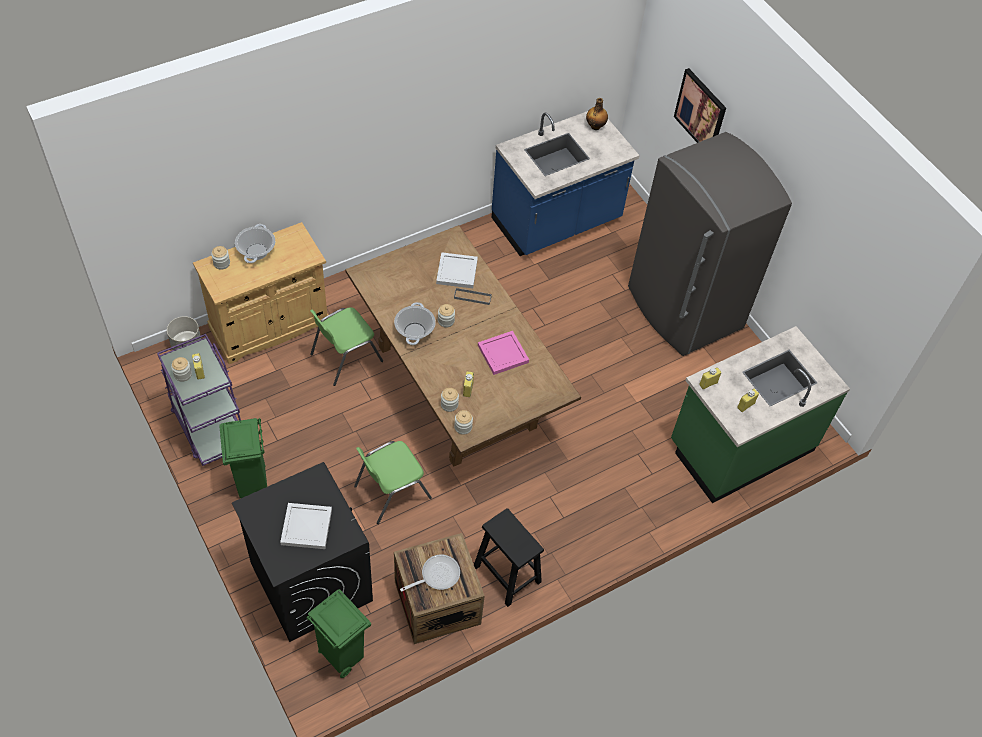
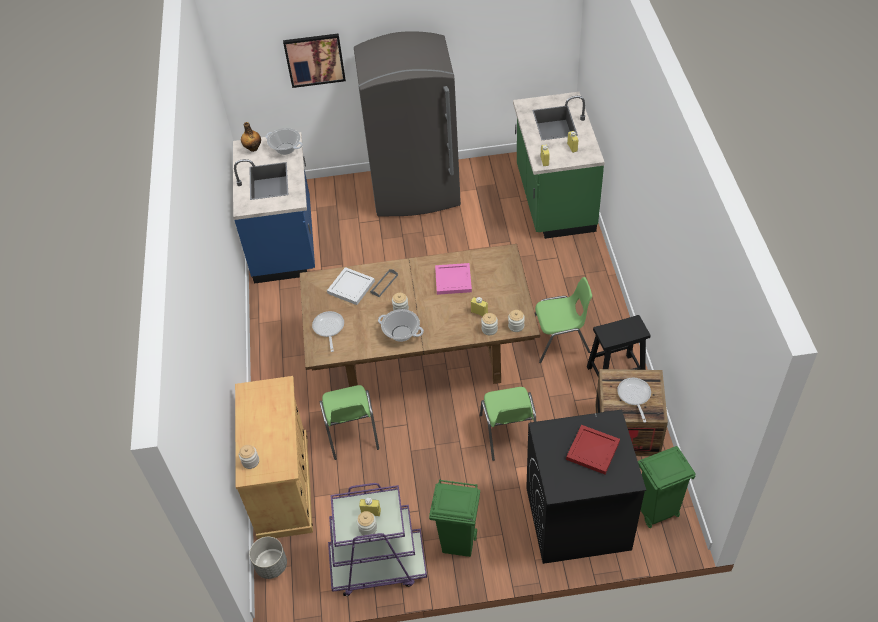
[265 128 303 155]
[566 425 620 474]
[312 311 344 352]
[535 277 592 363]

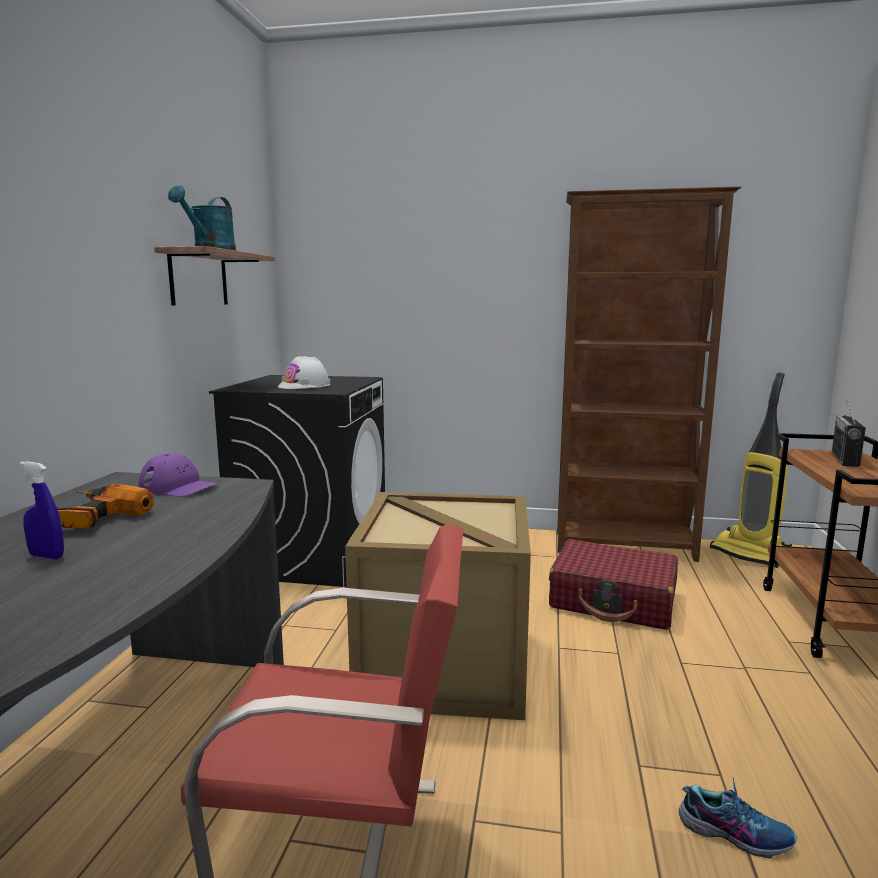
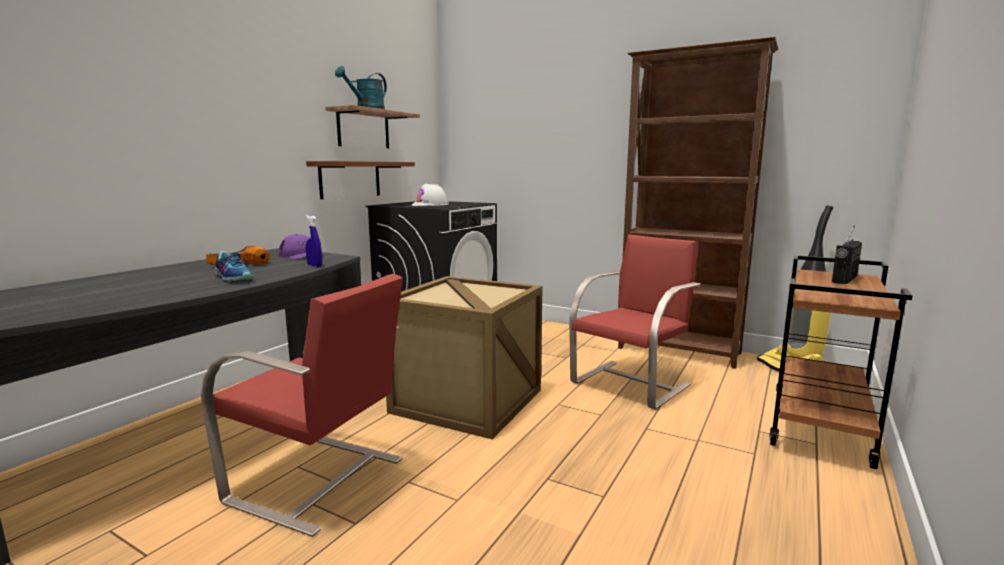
[305 215 322 267]
[569 234 700 410]
[214 249 254 283]
[306 161 415 199]

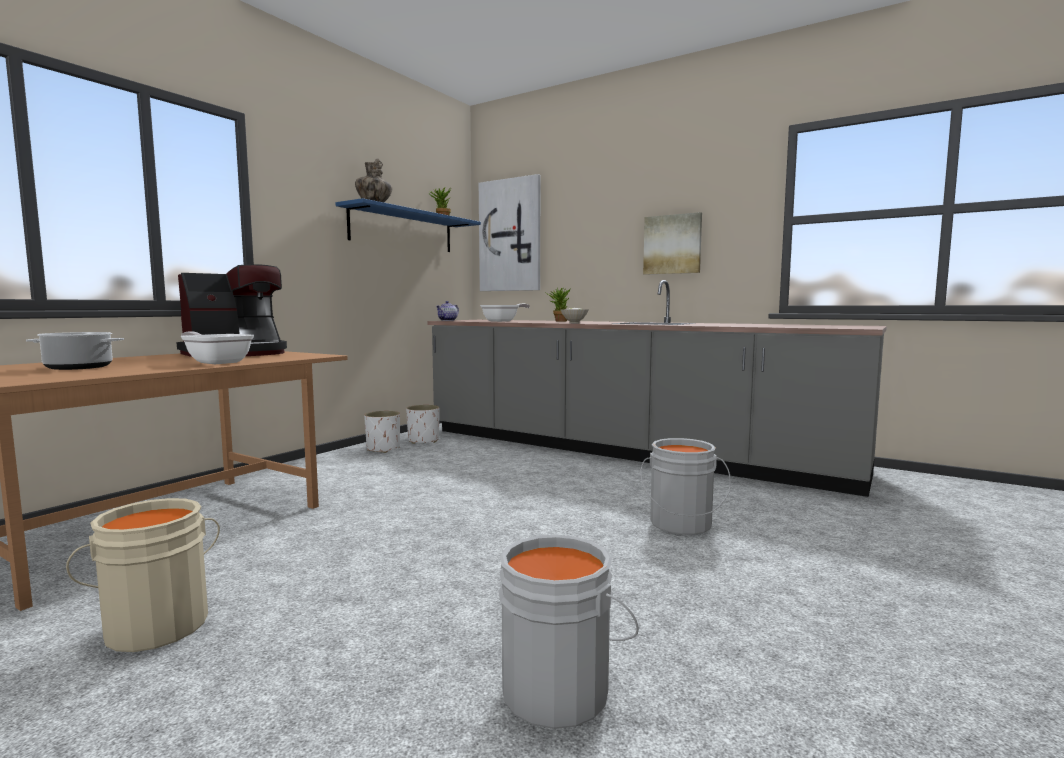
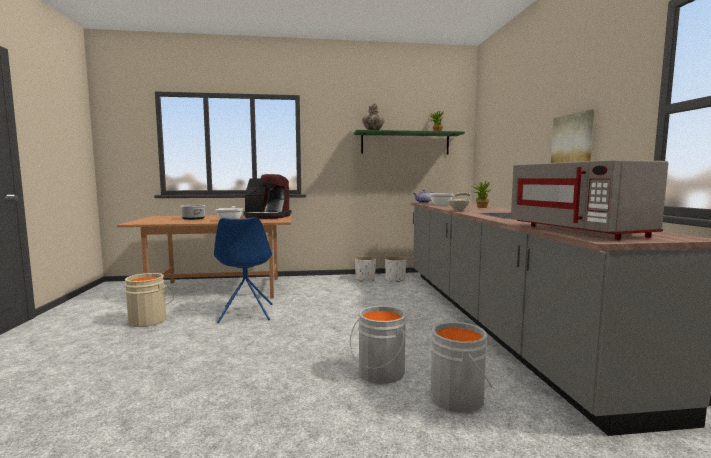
[354 130 465 154]
[479 174 540 291] (first image)
[430 322 492 413]
[214 217 273 323]
[511 160 668 240]

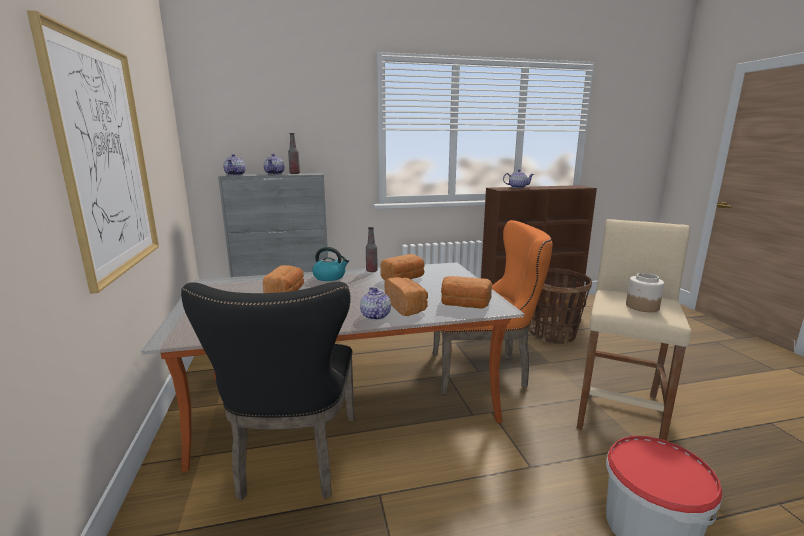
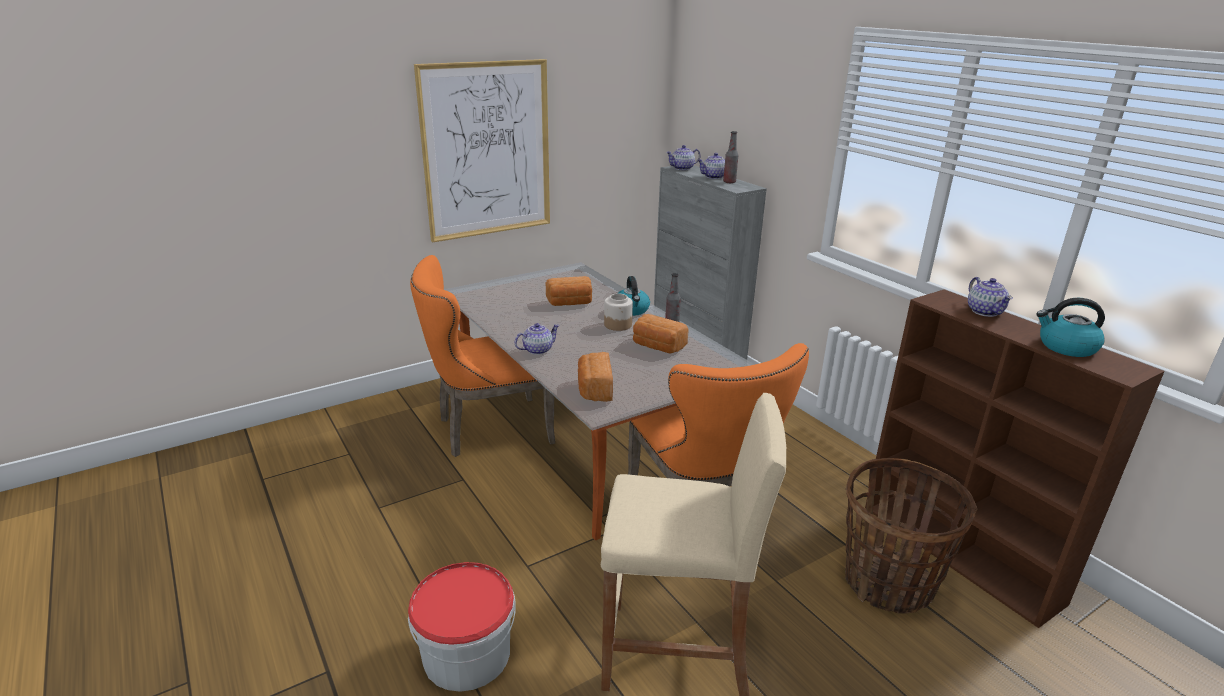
[410 255 555 457]
[385 277 428 316] (first image)
[604 294 633 331]
[1036 298 1105 357]

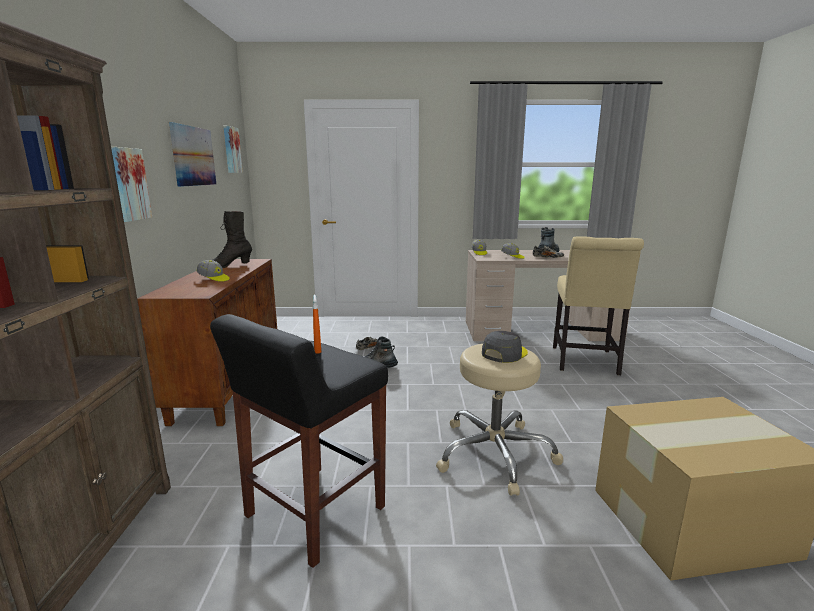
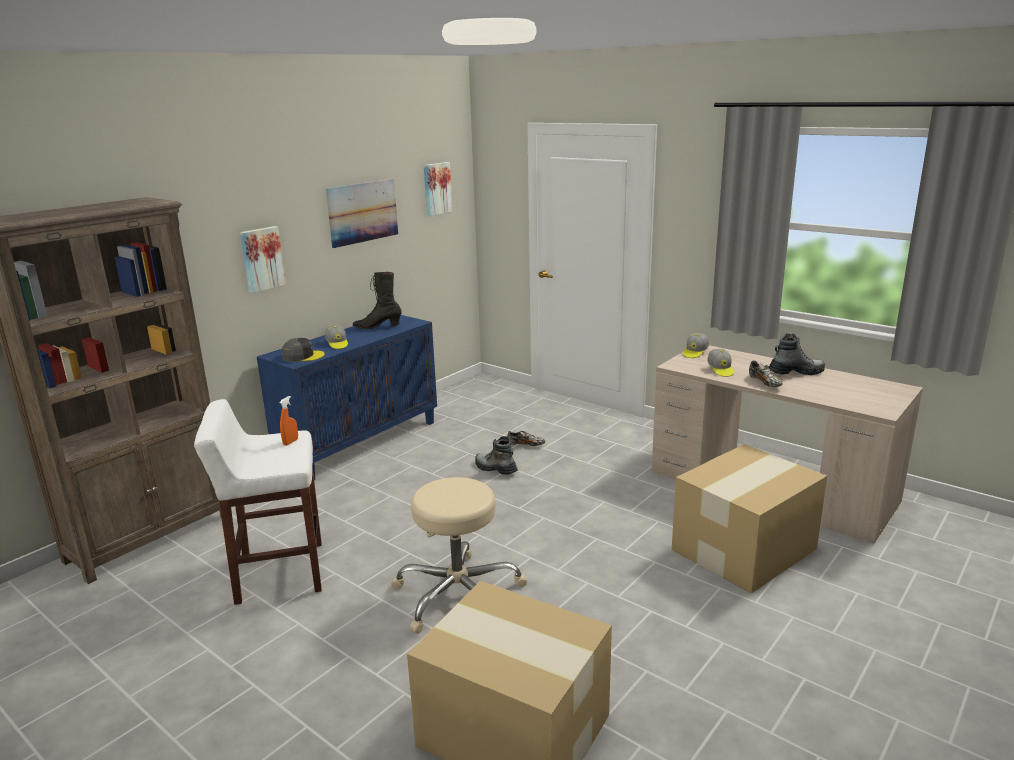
[257 315 437 480]
[194 399 322 605]
[282 338 325 362]
[672 444 827 594]

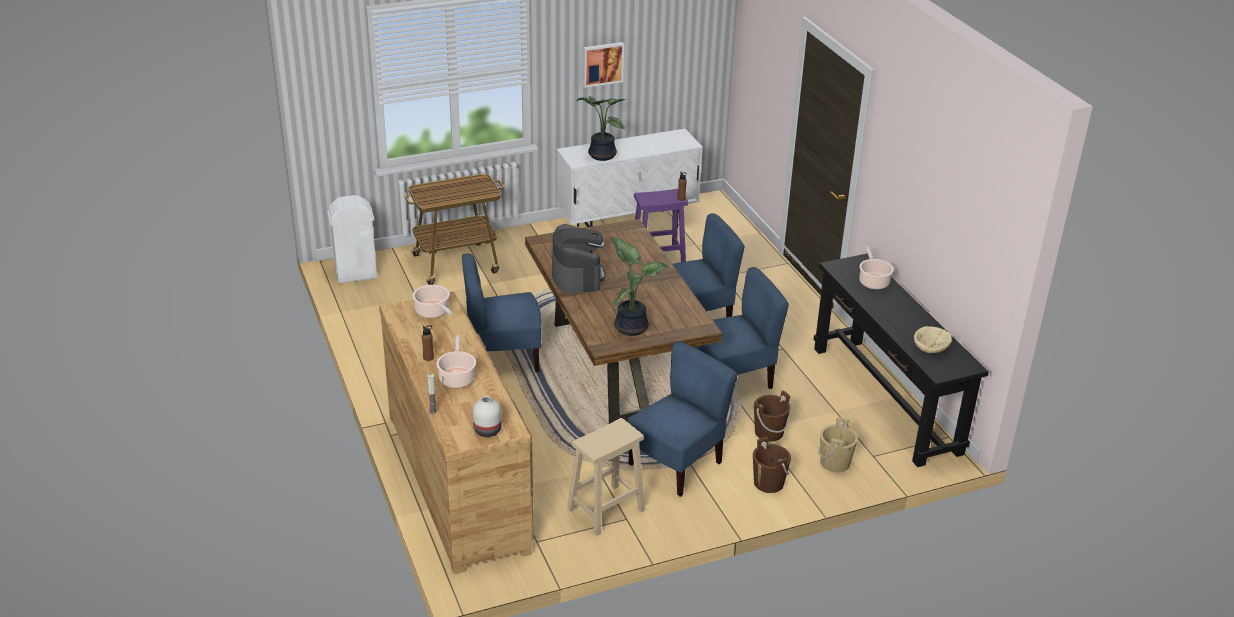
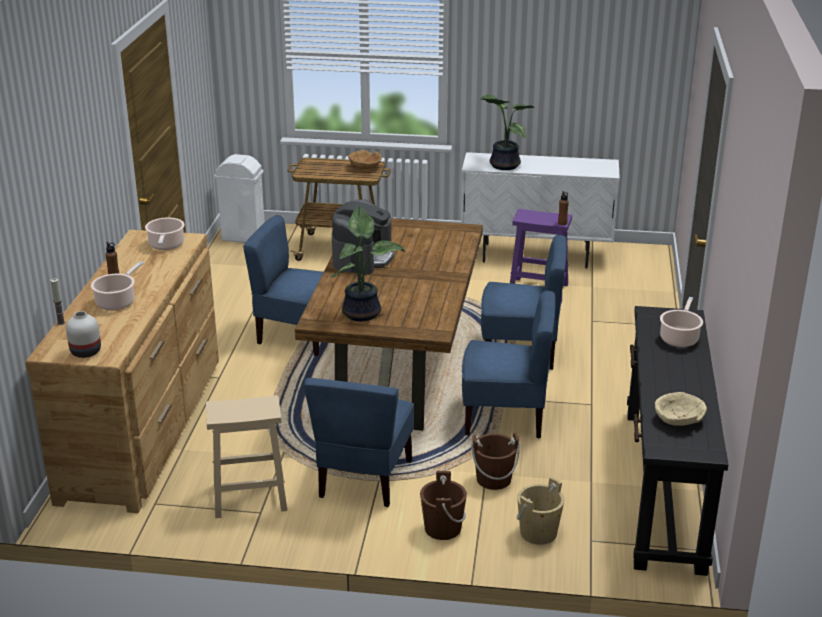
[583 42 624 88] (first image)
[304 378 414 507]
[348 150 382 169]

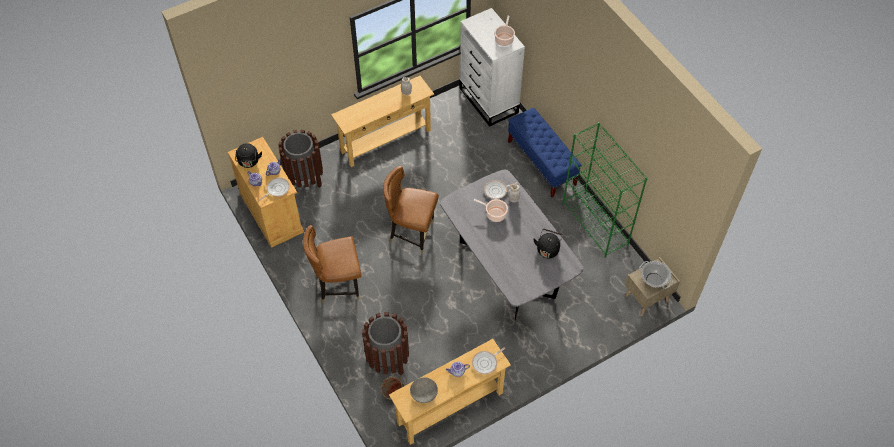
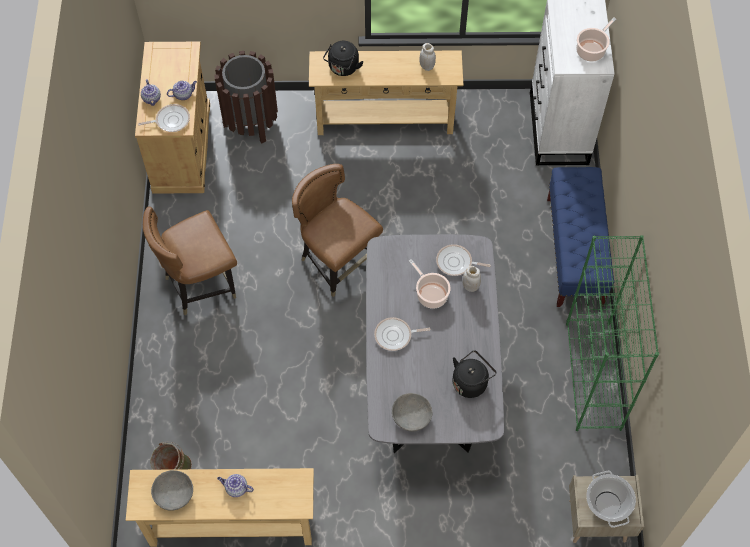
[323 41 364 76]
[143 207 237 315]
[362 312 409 376] (first image)
[374 317 431 351]
[392 393 432 431]

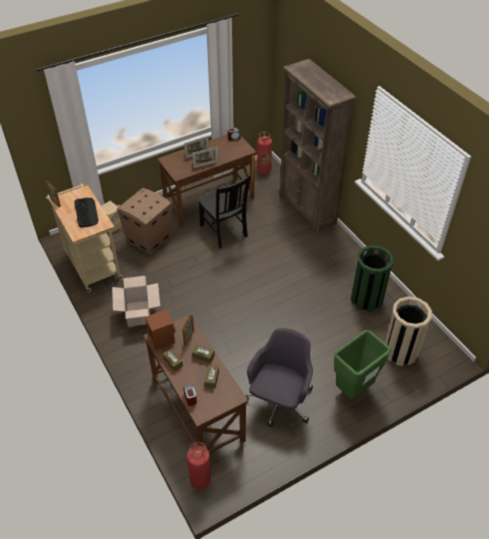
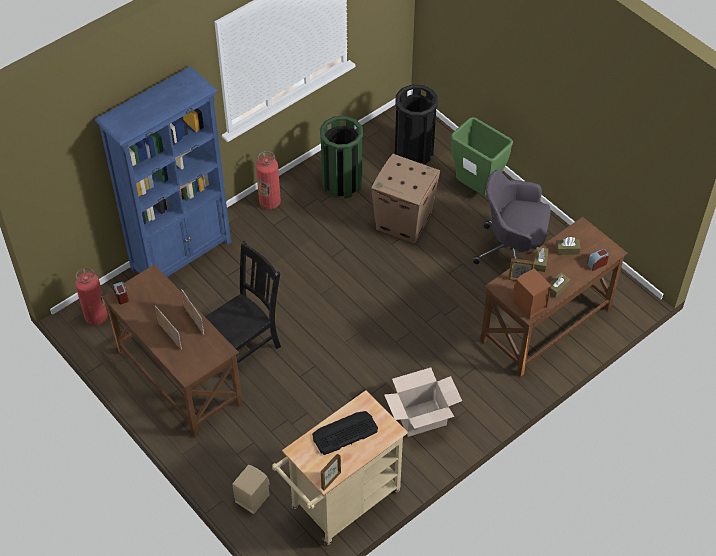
[371 154 440 244]
[256 151 281 209]
[95 66 232 277]
[395 85 438 165]

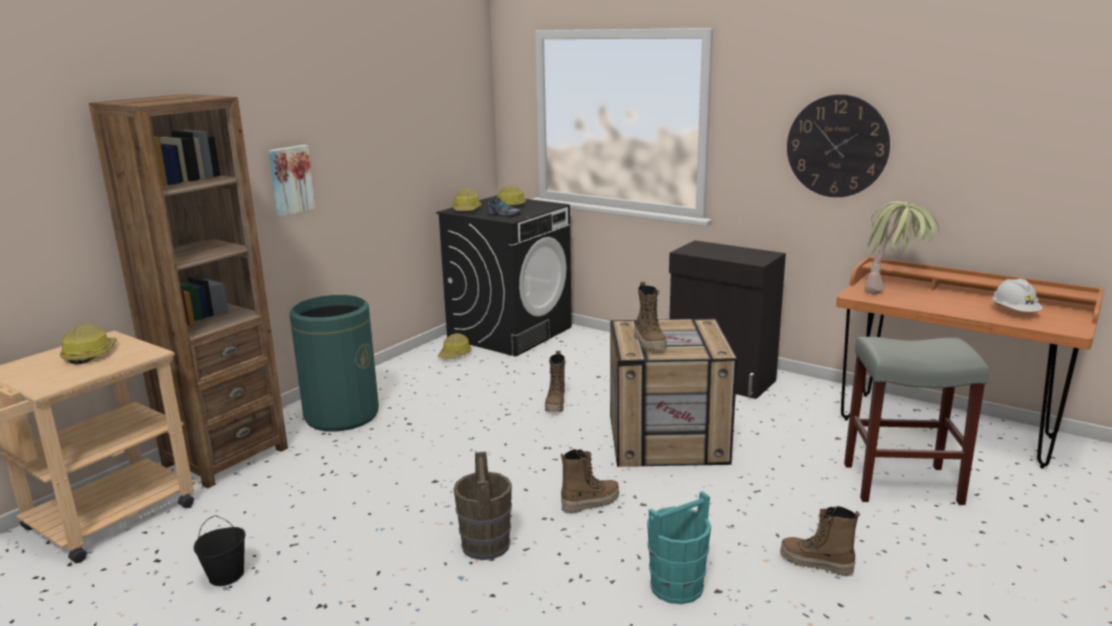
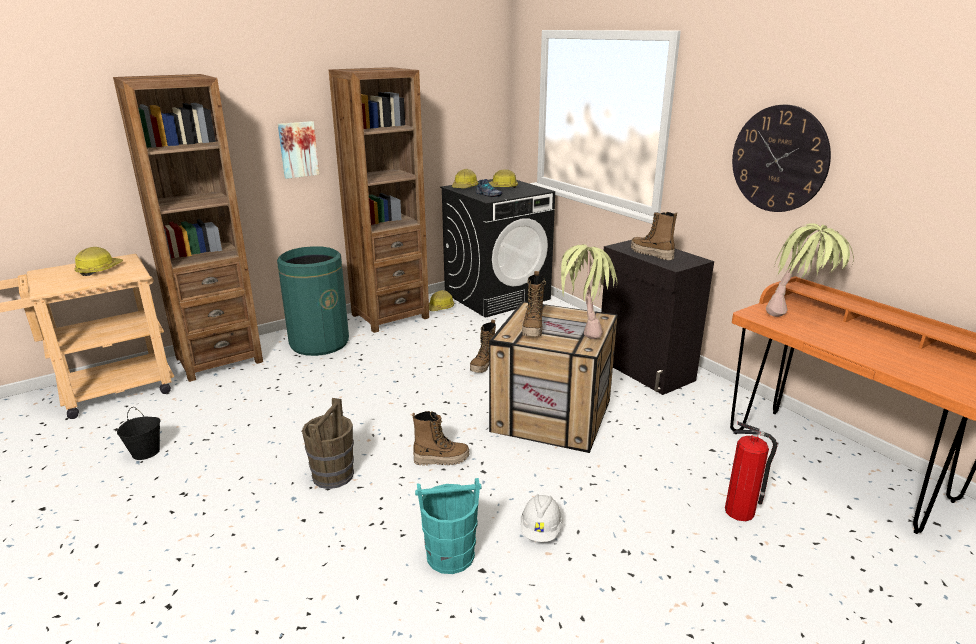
[631 212 677 260]
[725 422 778 521]
[521 494 563 542]
[329 67 429 333]
[557 244 617 339]

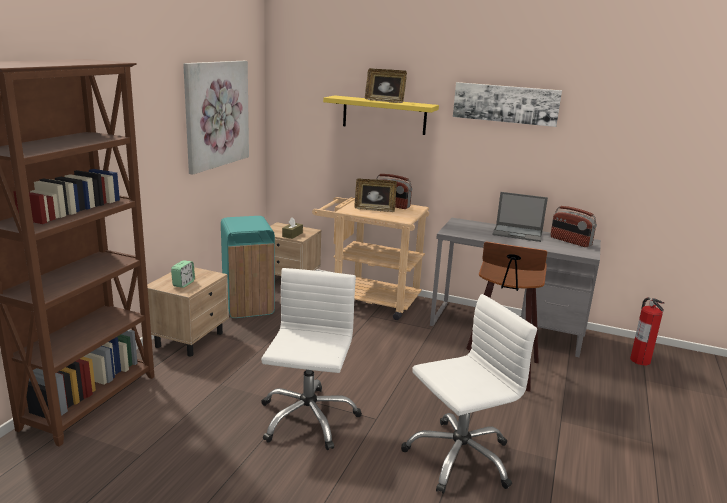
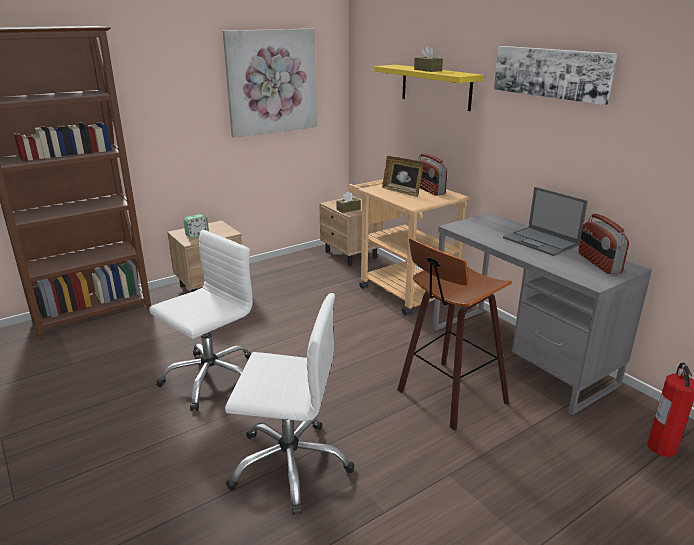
[221 216 275 318] (first image)
[414 46 443 72]

